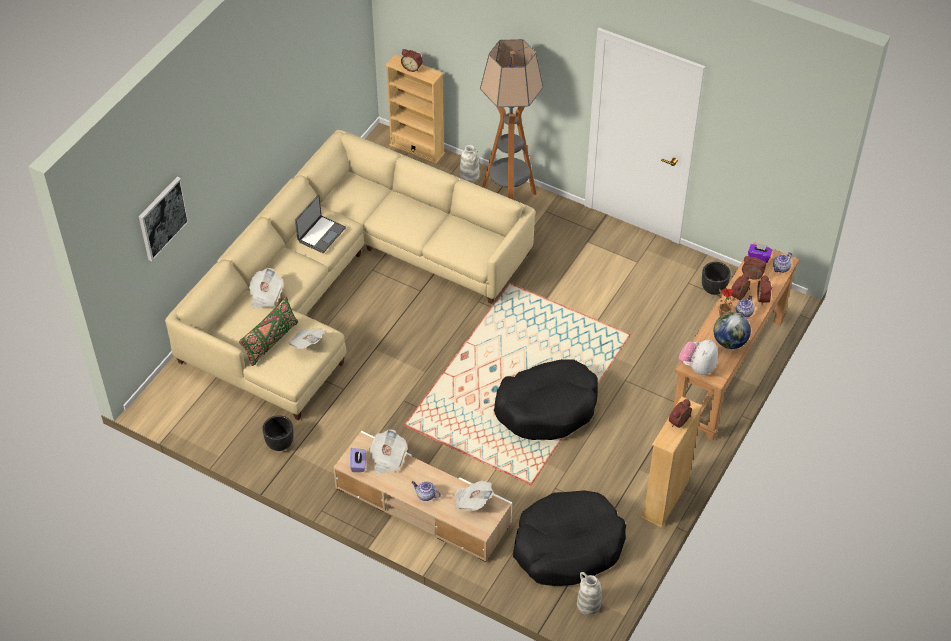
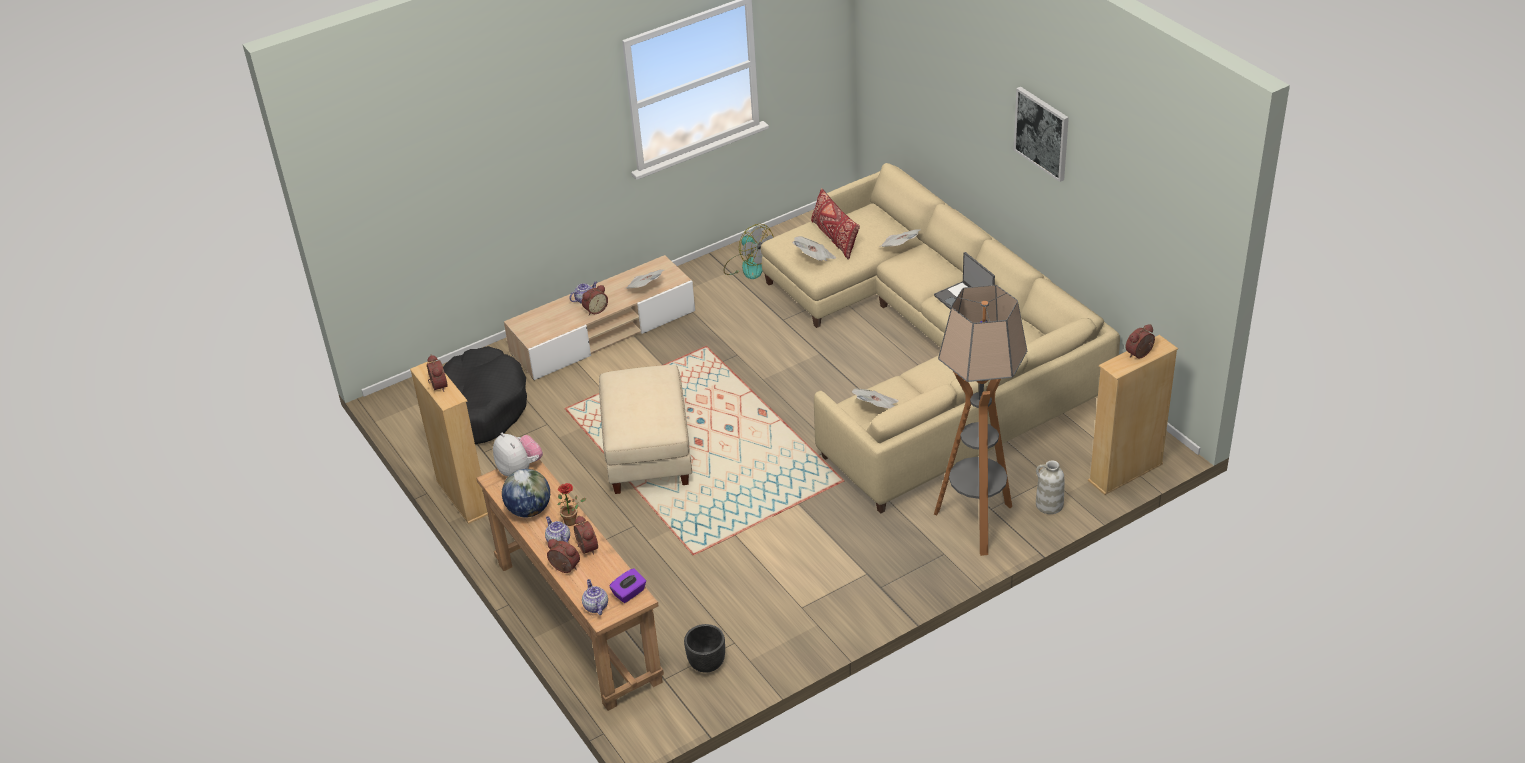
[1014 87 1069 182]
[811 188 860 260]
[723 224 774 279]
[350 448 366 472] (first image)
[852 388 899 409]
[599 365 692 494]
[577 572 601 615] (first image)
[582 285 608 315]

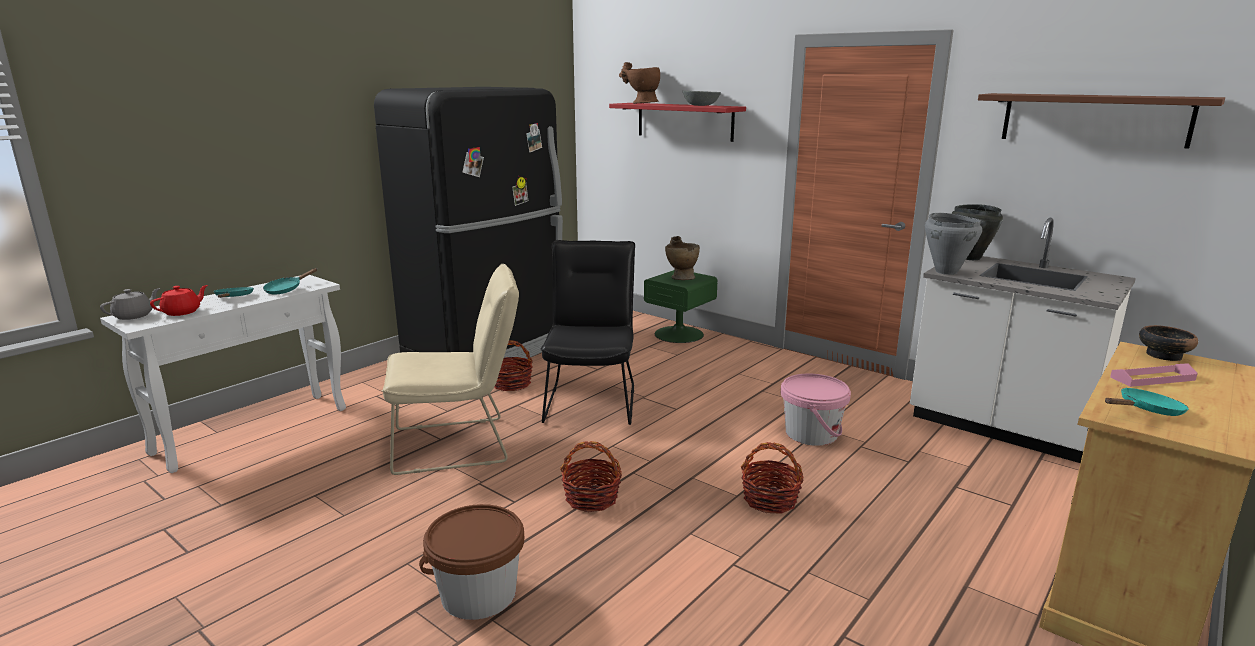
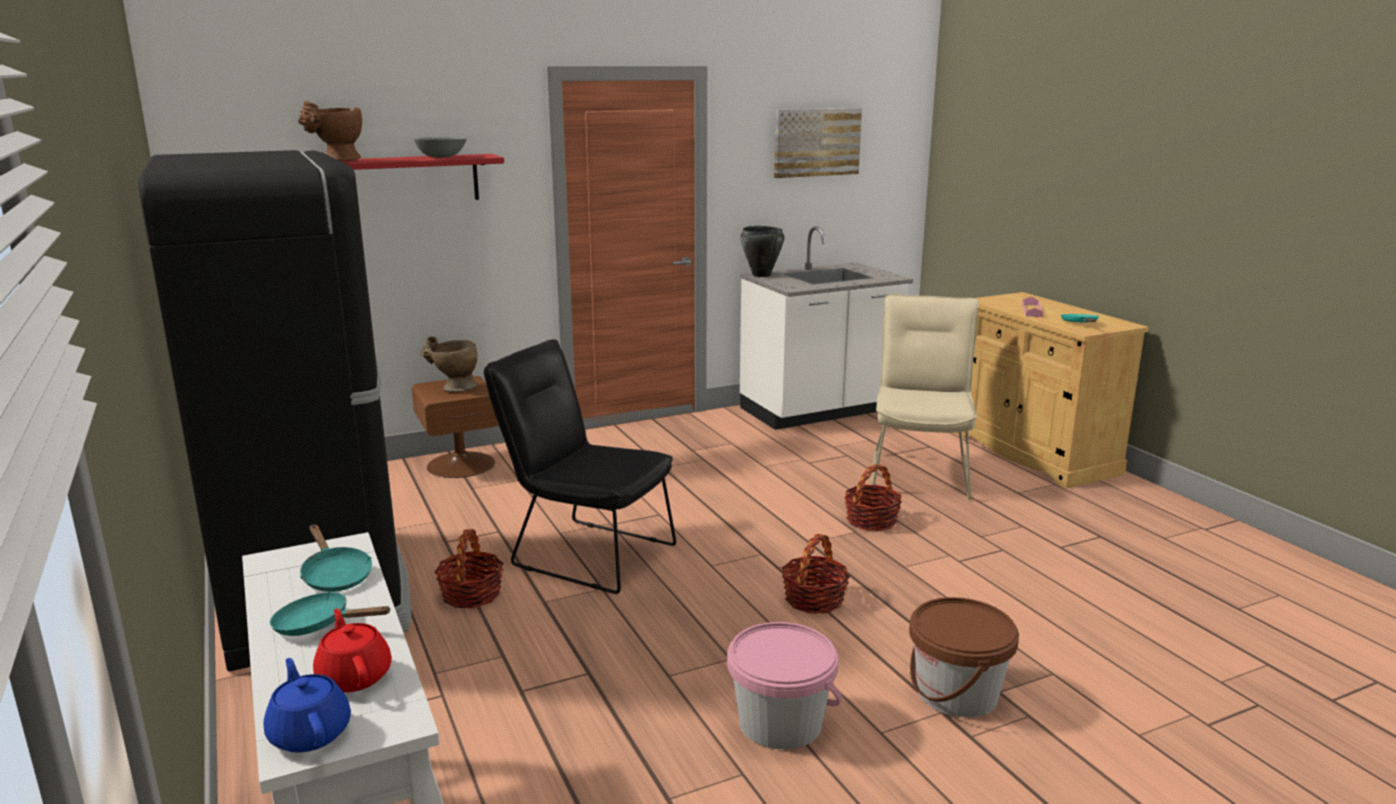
[263 658 351 753]
[871 294 979 500]
[412 376 499 478]
[727 622 842 750]
[925 213 982 275] (first image)
[774 108 862 178]
[1139 325 1198 361] (first image)

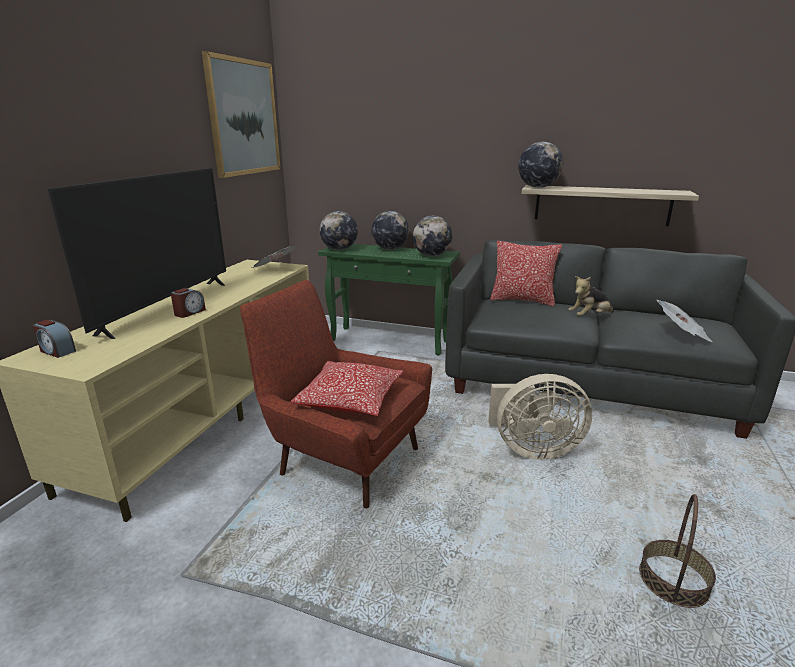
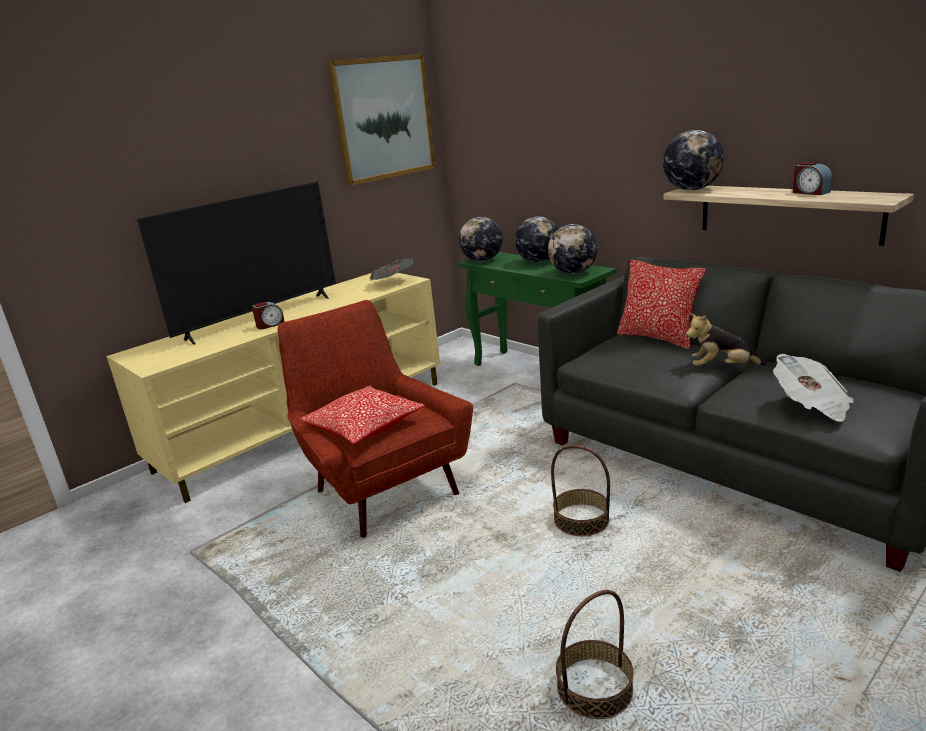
[793 162 832 195]
[551 445 610 536]

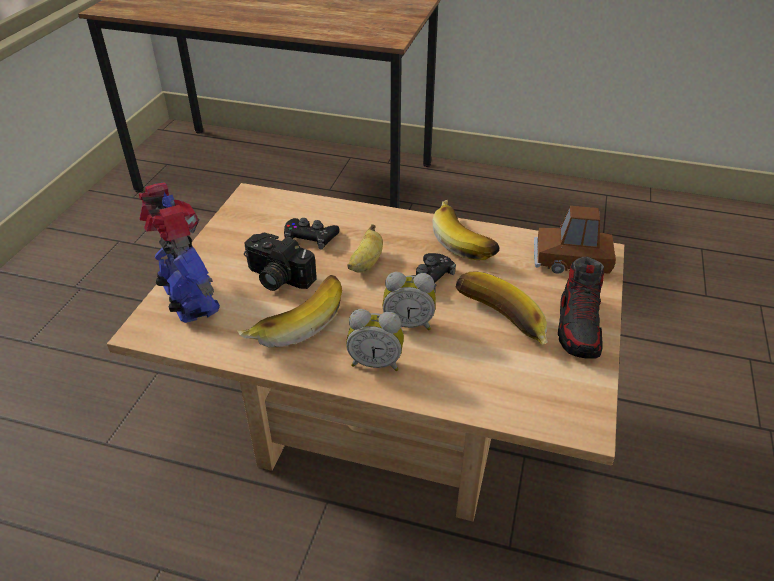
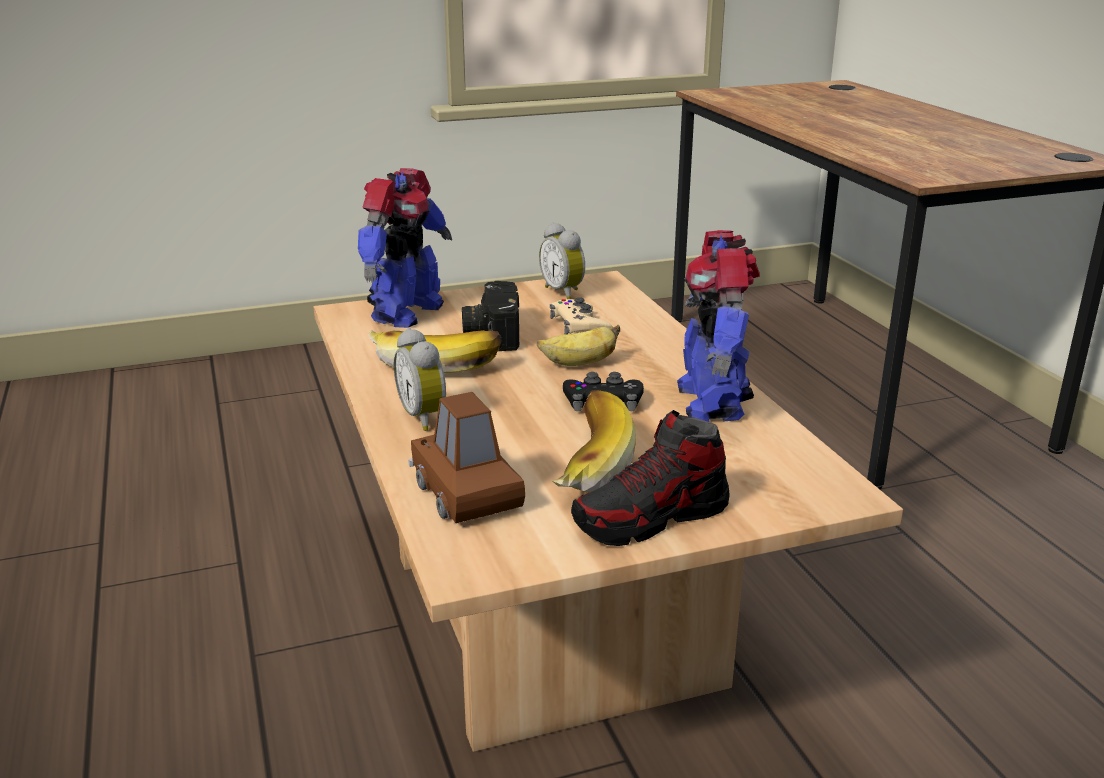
[550 297 613 335]
[539 222 585 299]
[677 230 760 422]
[408 392 525 523]

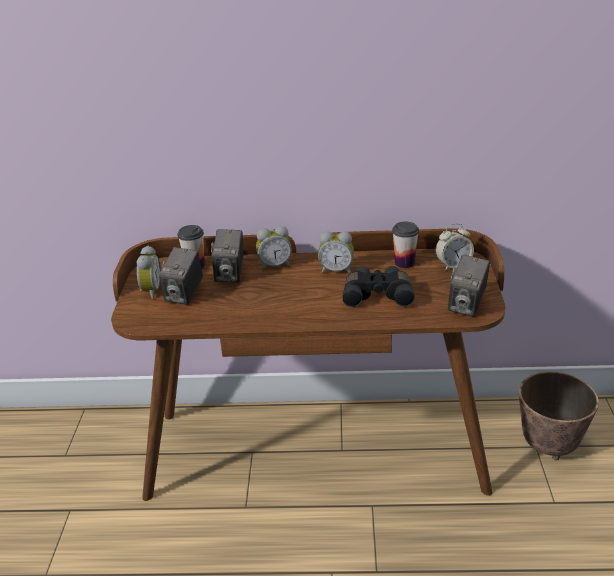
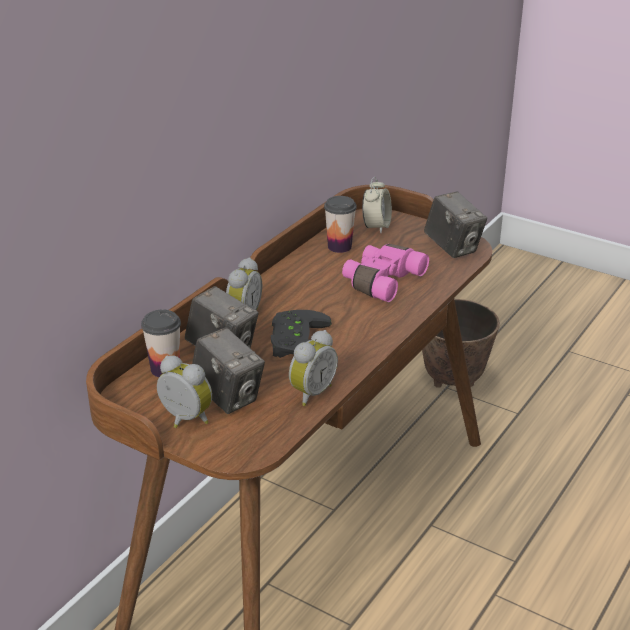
[289 330 338 406]
[342 244 429 302]
[271 310 332 358]

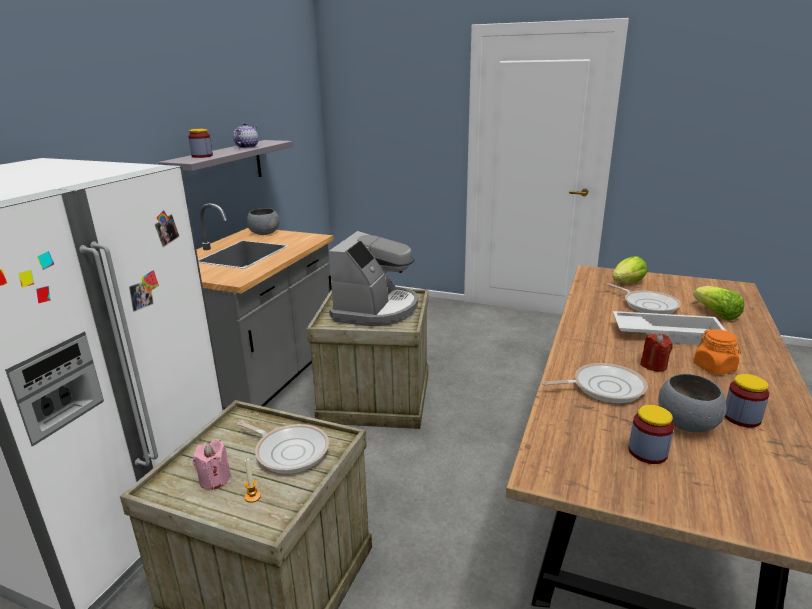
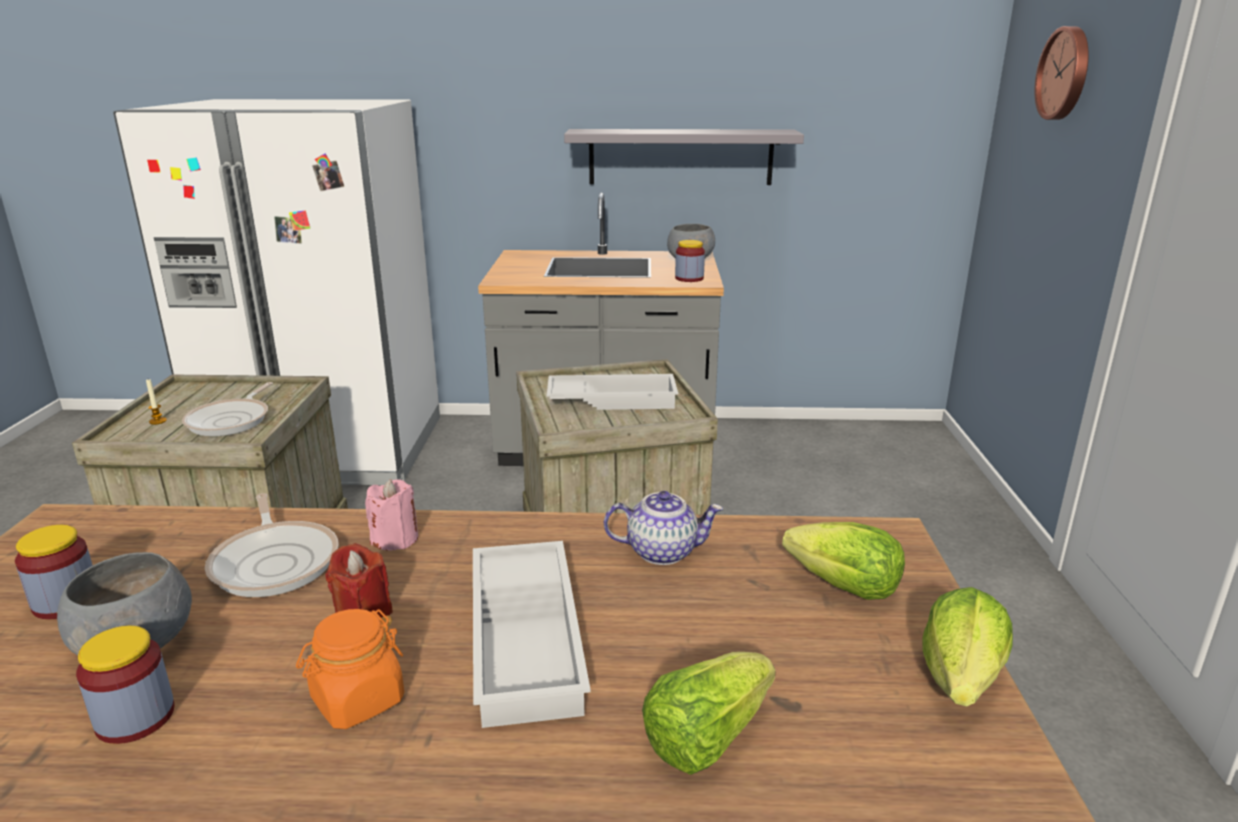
[675 240 705 282]
[365 479 418 550]
[604 491 723 565]
[547 374 678 410]
[607 283 681 314] (first image)
[923 587 1013 707]
[1034 26 1089 120]

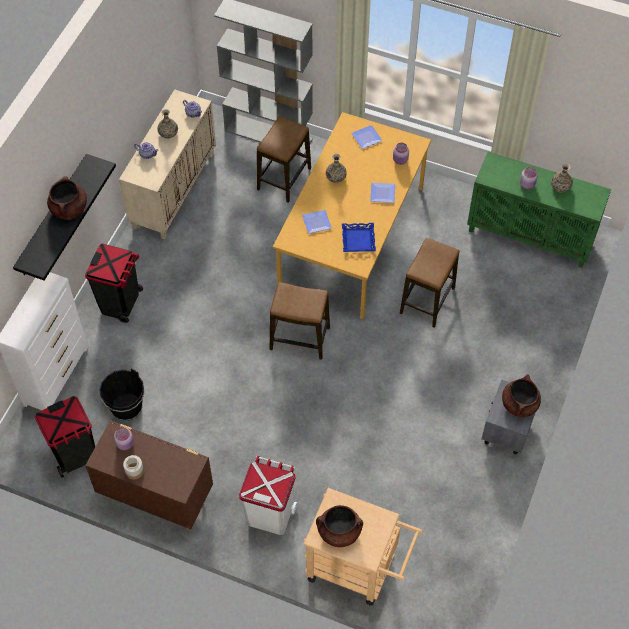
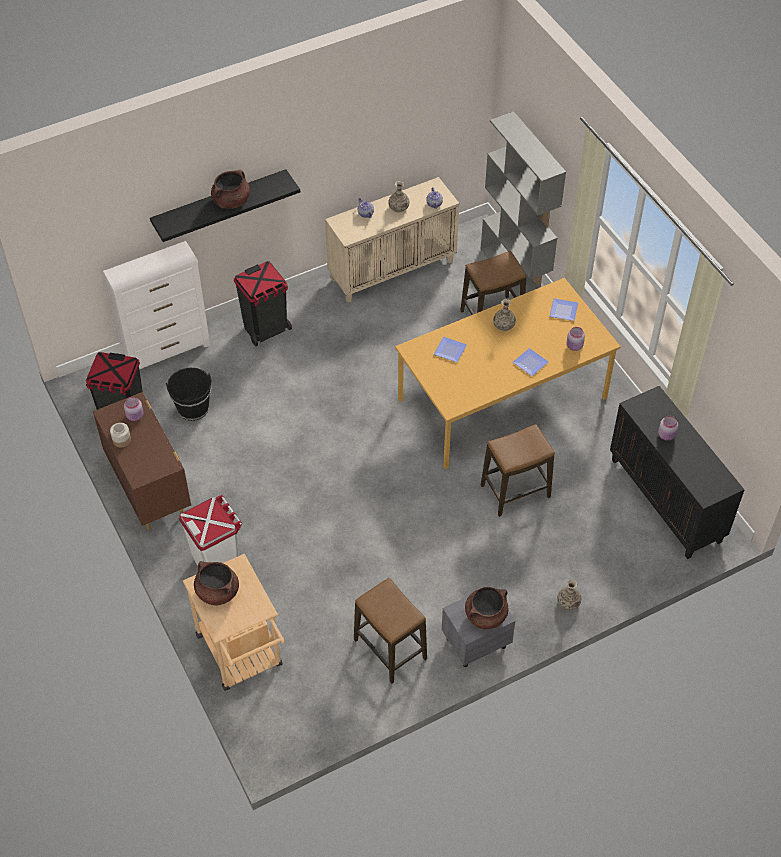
[354 578 427 684]
[342 223 376 252] (first image)
[610 386 745 559]
[557 580 581 610]

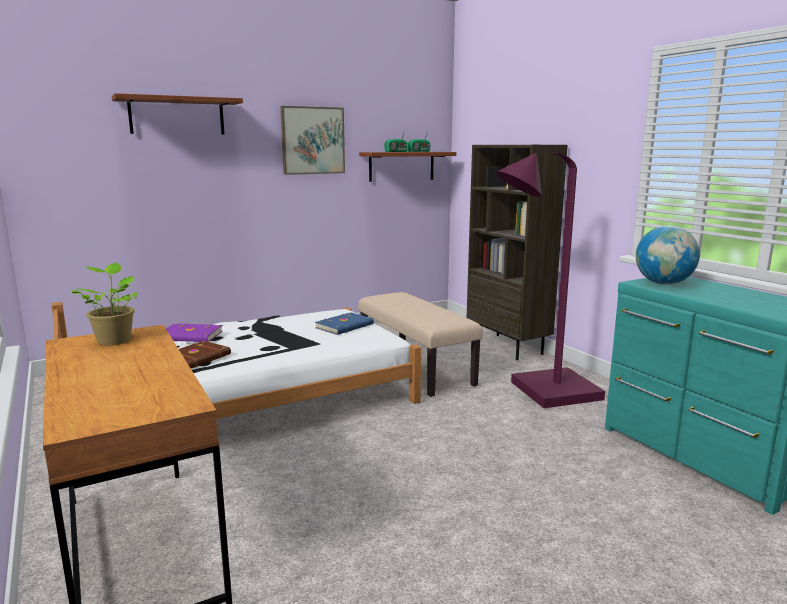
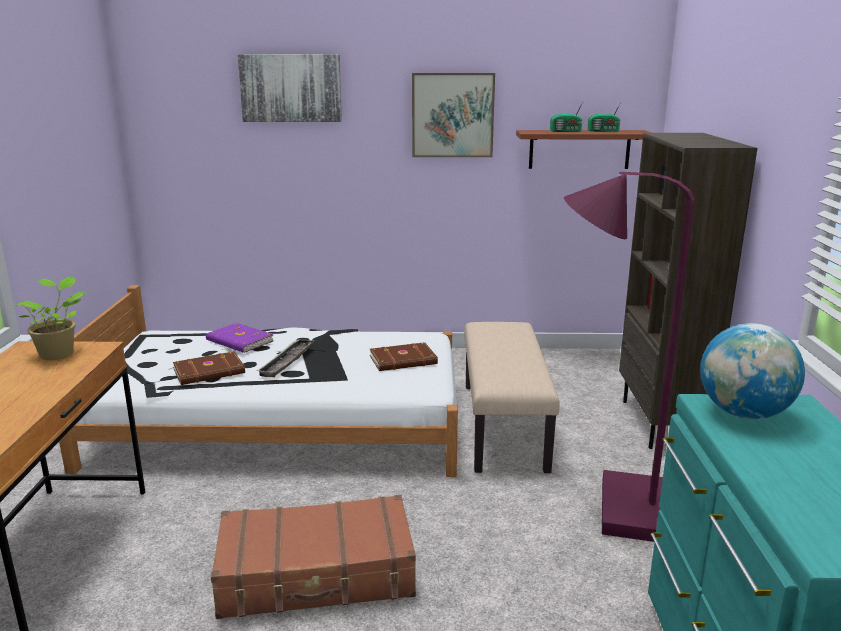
[237 54 342 122]
[370 342 438 371]
[211 495 416 619]
[257 339 315 377]

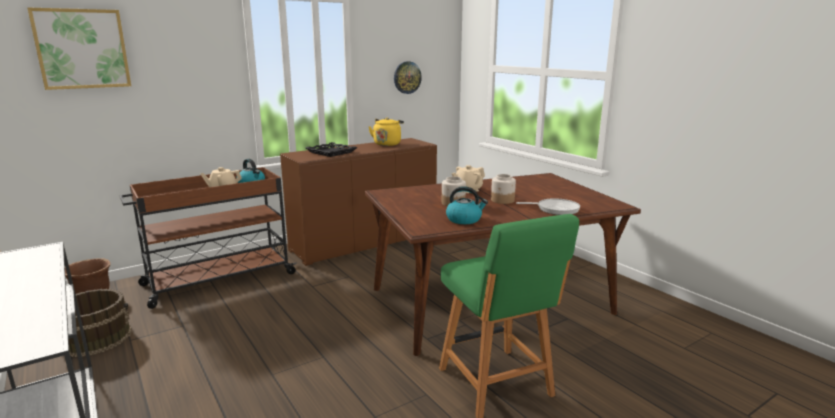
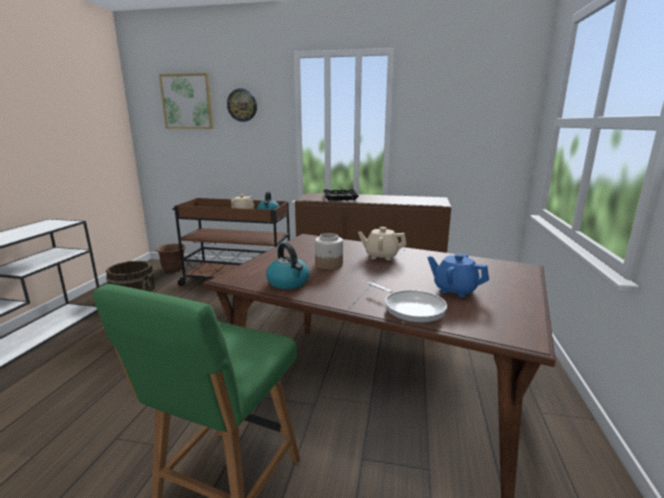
[368 118 404 146] (first image)
[227 88 257 122]
[491 174 516 204] (first image)
[428 254 489 298]

